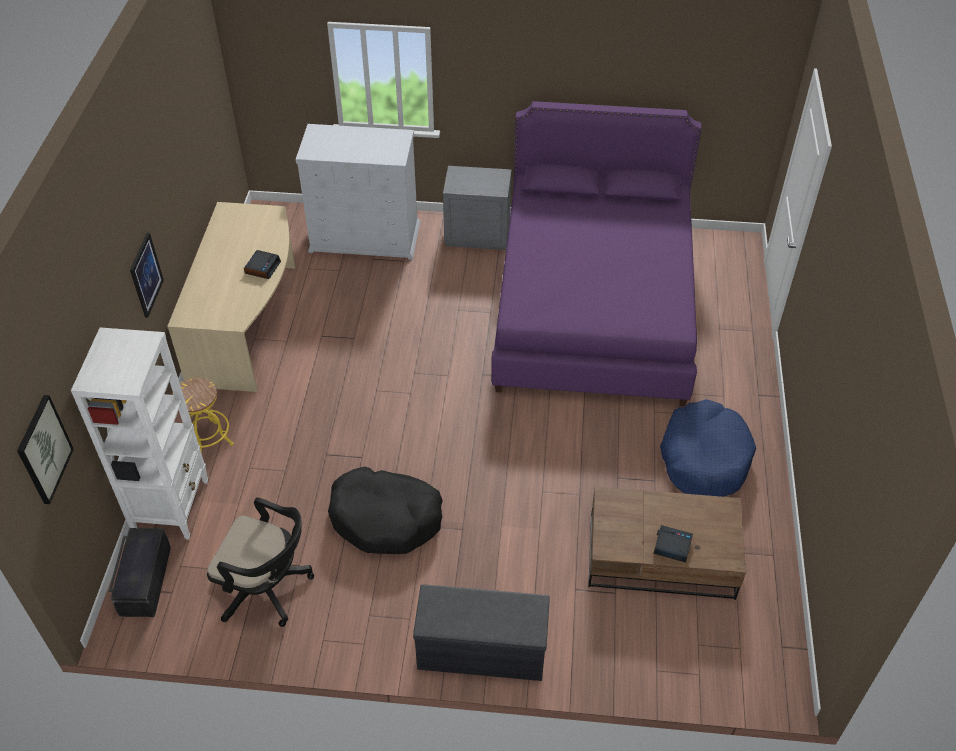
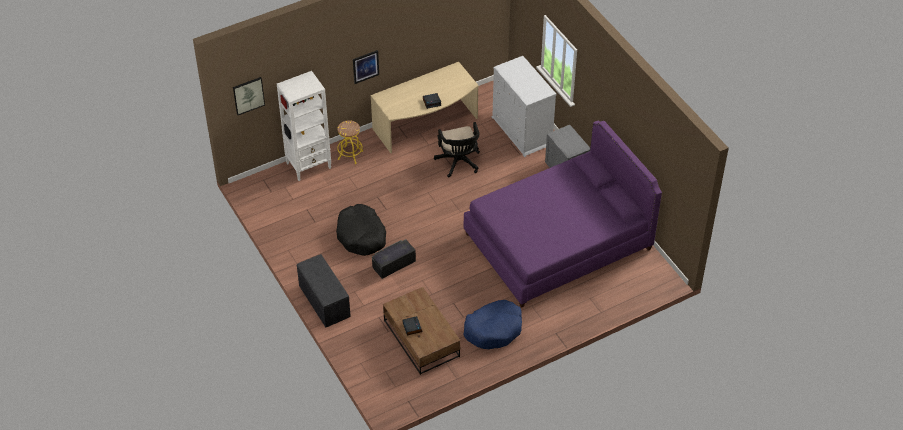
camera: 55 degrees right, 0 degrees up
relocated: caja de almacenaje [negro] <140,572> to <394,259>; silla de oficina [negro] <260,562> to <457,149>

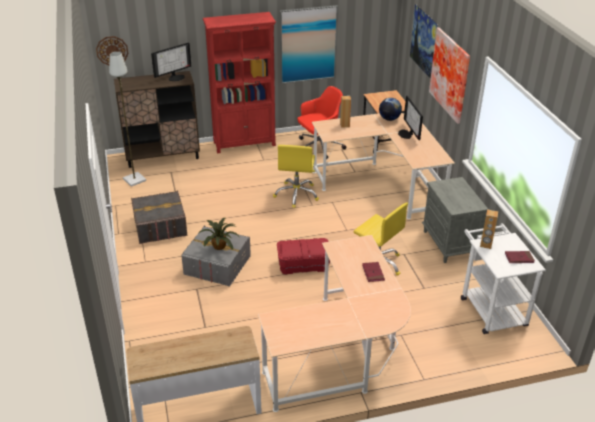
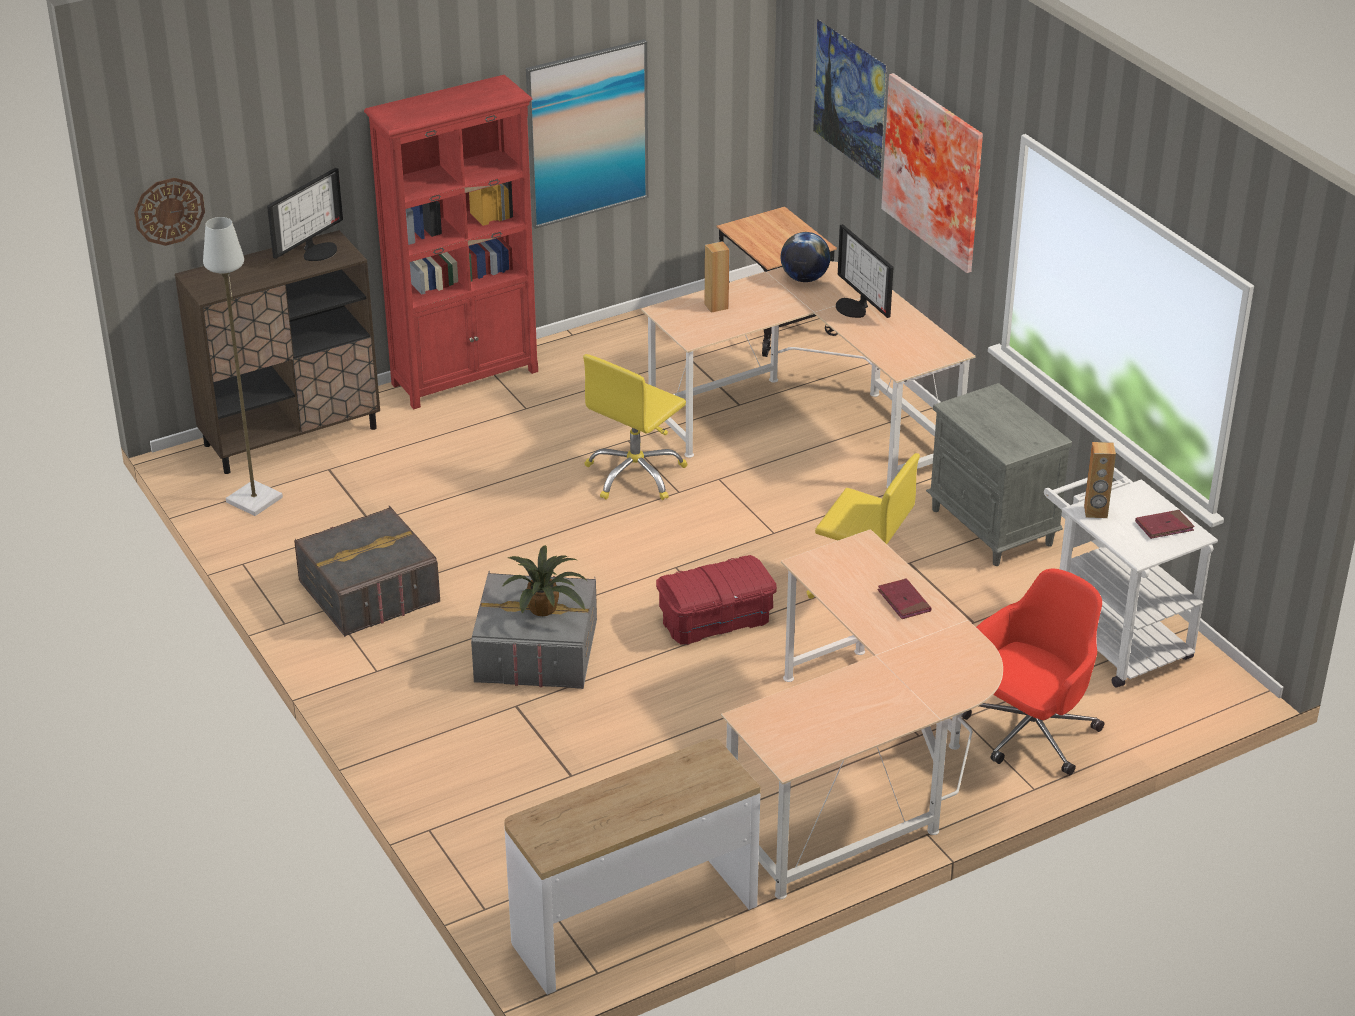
camera: 15 degrees left, 0 degrees up
relocated: silla de oficina [rojo] <321,122> to <1033,671>
spun: silla de oficina [amarillo] <296,176> = <635,427> 45 degrees clockwise

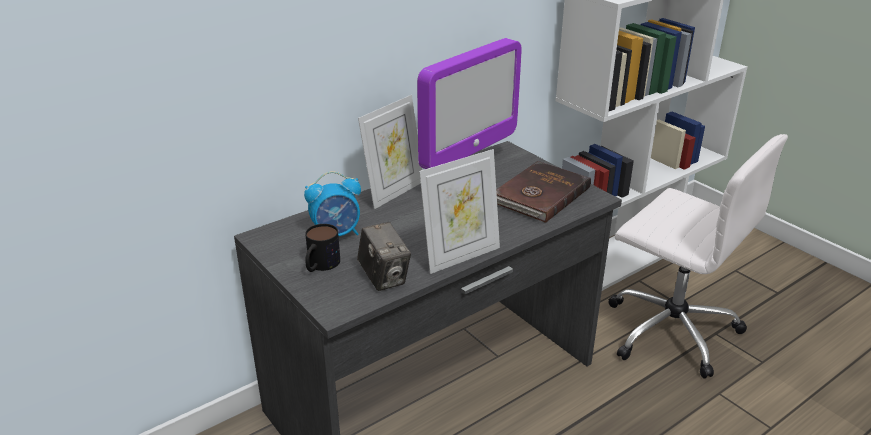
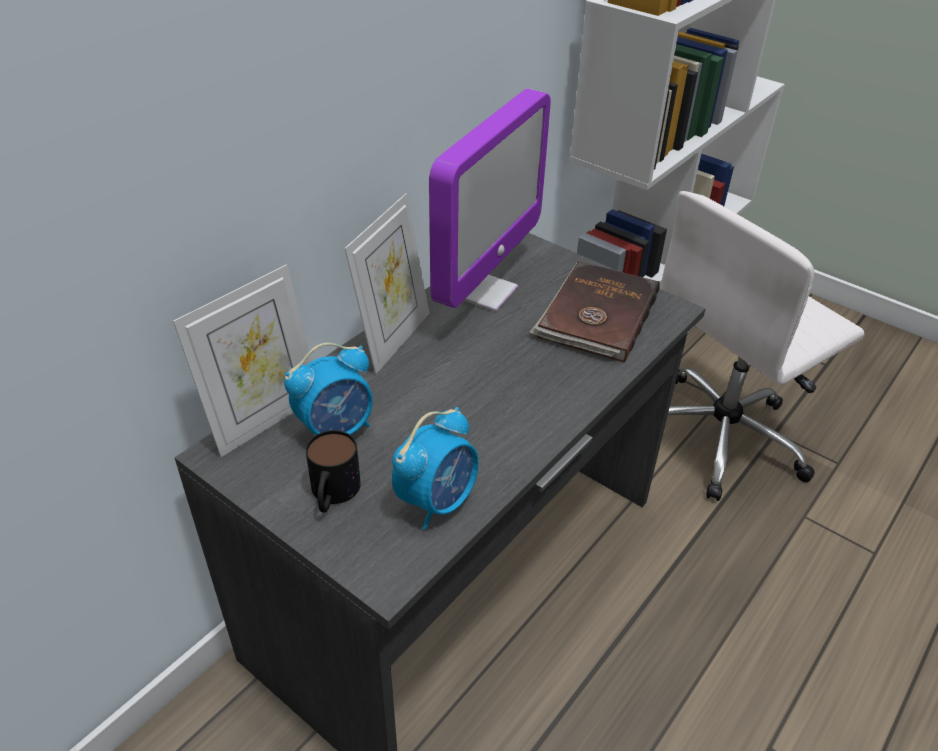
camera: 15 degrees left, 10 degrees up
relocated: portarretratos <459,211> to <242,360>
exchanged: cámara <384,256> to despertador <435,468>
spun: silla de oficina [blanco] <698,256> = <762,346> 120 degrees clockwise

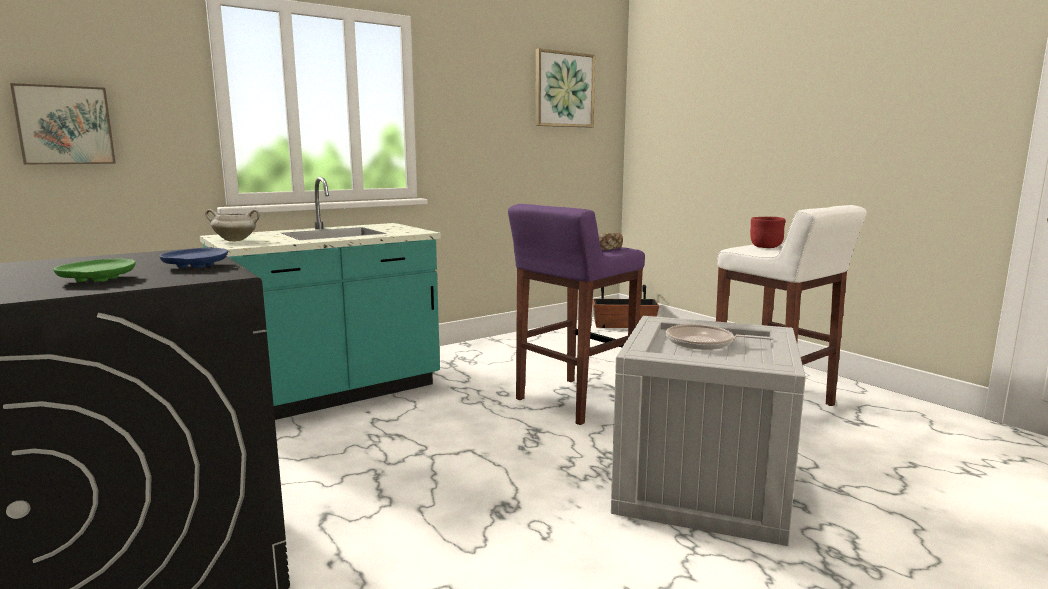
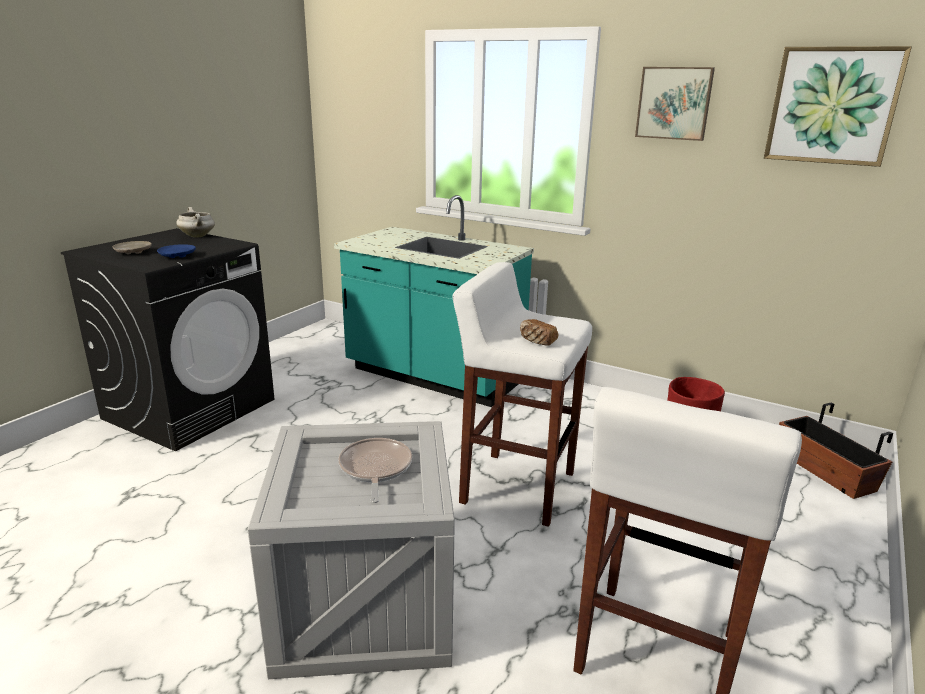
camera: 65 degrees right, 10 degrees up
relocated: olla [blanco] <232,225> to <195,222>; cuadro <63,123> to <675,104>
colour: plato [verde] <94,270> to plato [beis] <132,247>; taburete [morado] <576,314> to taburete [blanco] <522,394>

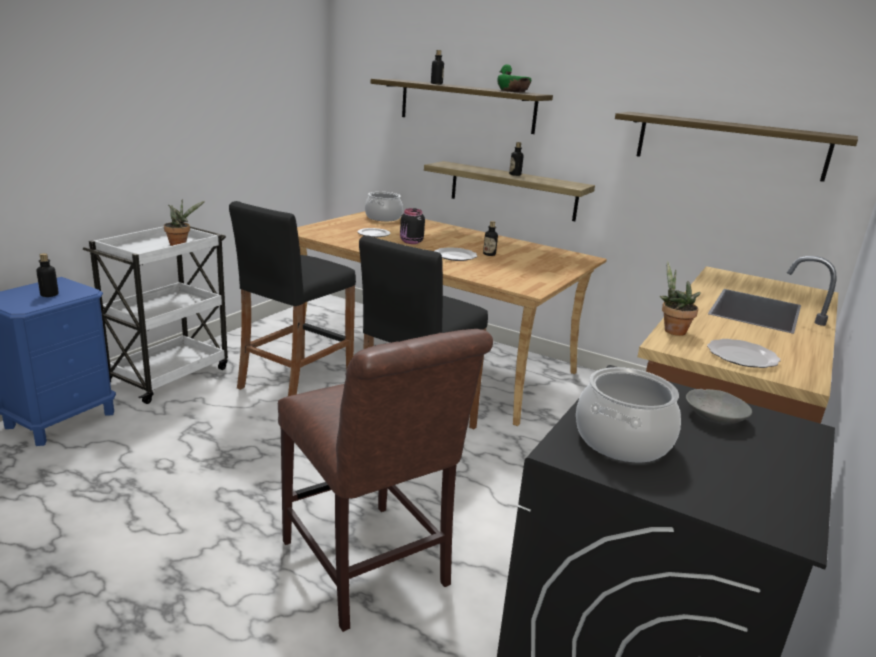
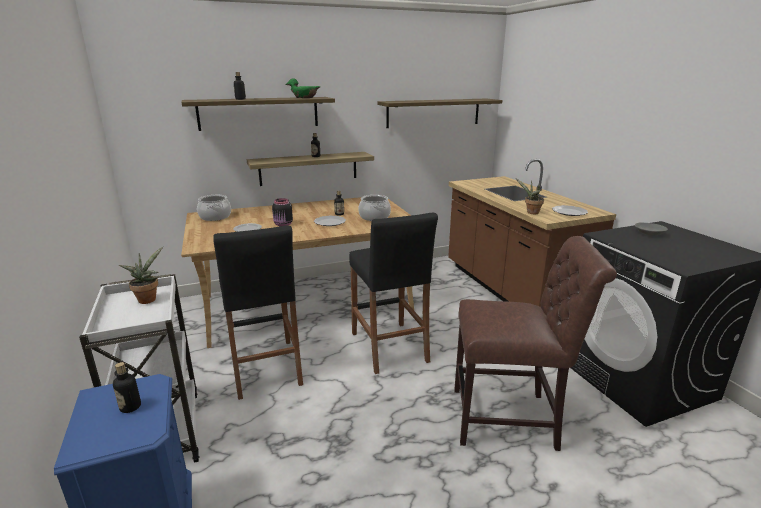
camera: 50 degrees left, 0 degrees up
relocated: olla <628,414> to <374,208>

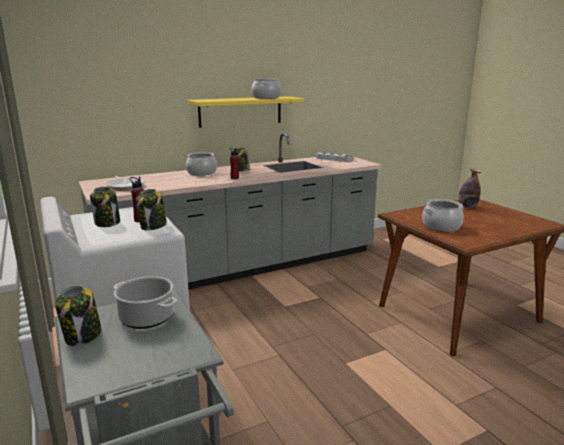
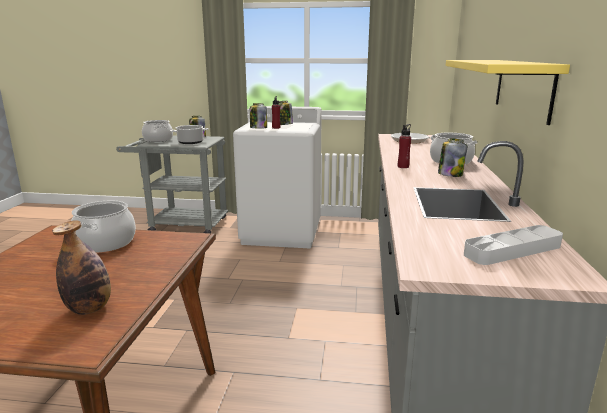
camera: 125 degrees right, 0 degrees up
relocated: olla <266,89> to <157,131>

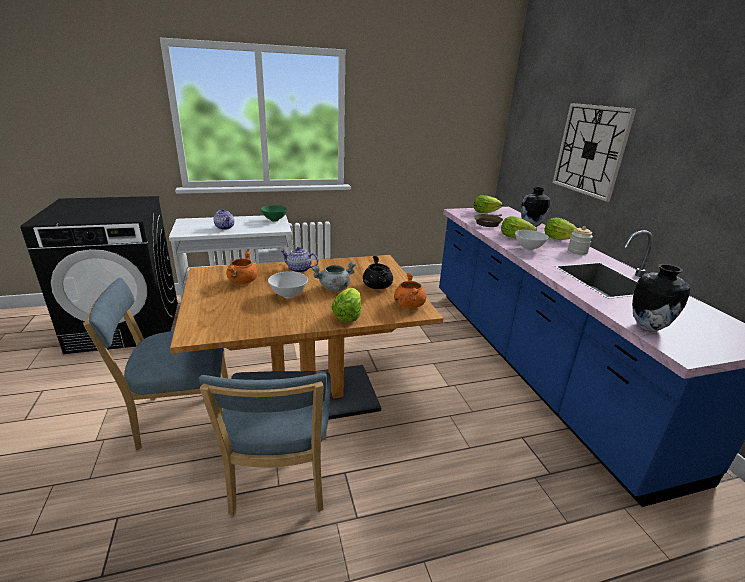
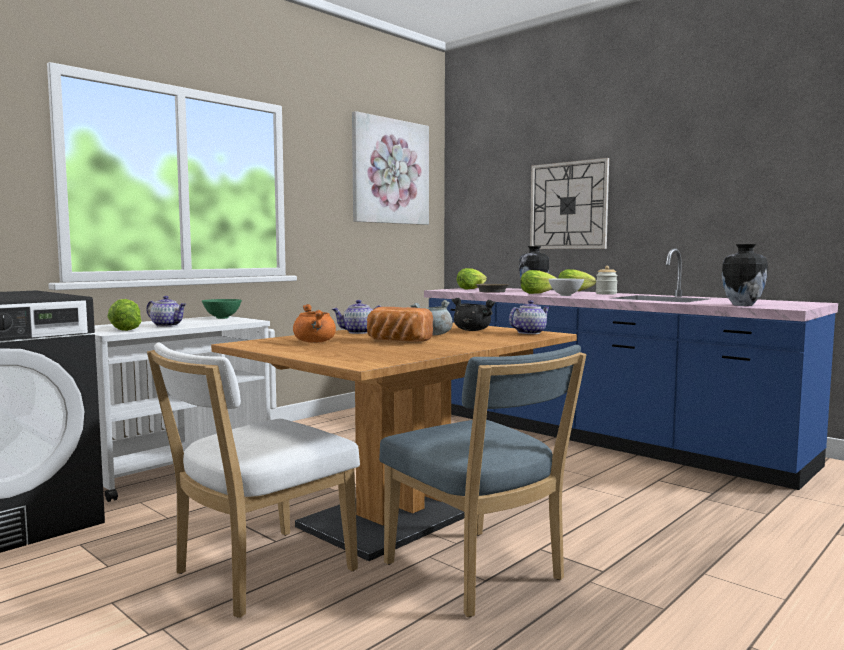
camera: 30 degrees left, 20 degrees down
appeared: cuadro <390,168>
relocated: lechuga <346,305> to <124,315>
exchanged: cuenco [blanco] <288,284> to pan <400,324>; olla [naranja] <410,290> to tetera <529,317>
colour: silla [azul] <156,364> to silla [blanco] <253,480>

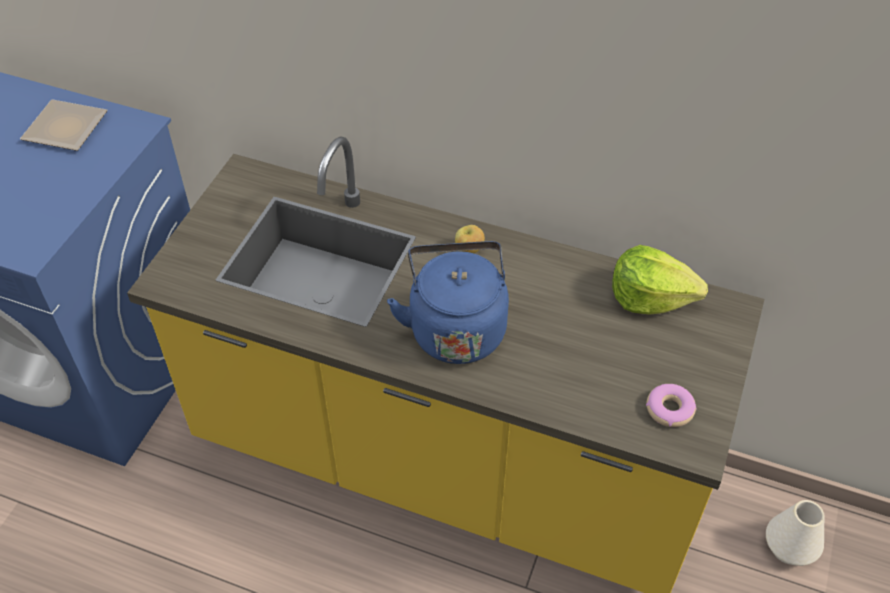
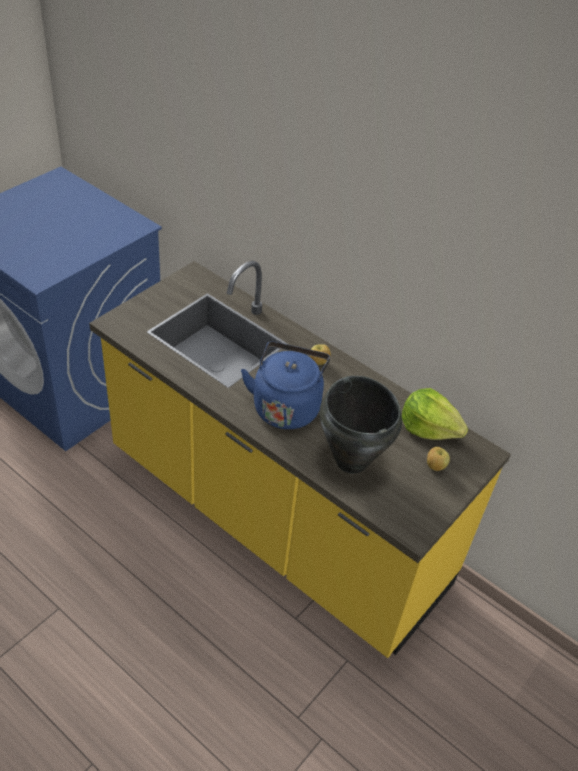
camera: 15 degrees right, 5 degrees down
missing: plato <63,125>; rosquilla <671,405>; florero [blanco] <795,533>
appeared: olla [negro] <361,425>; manzana <438,459>

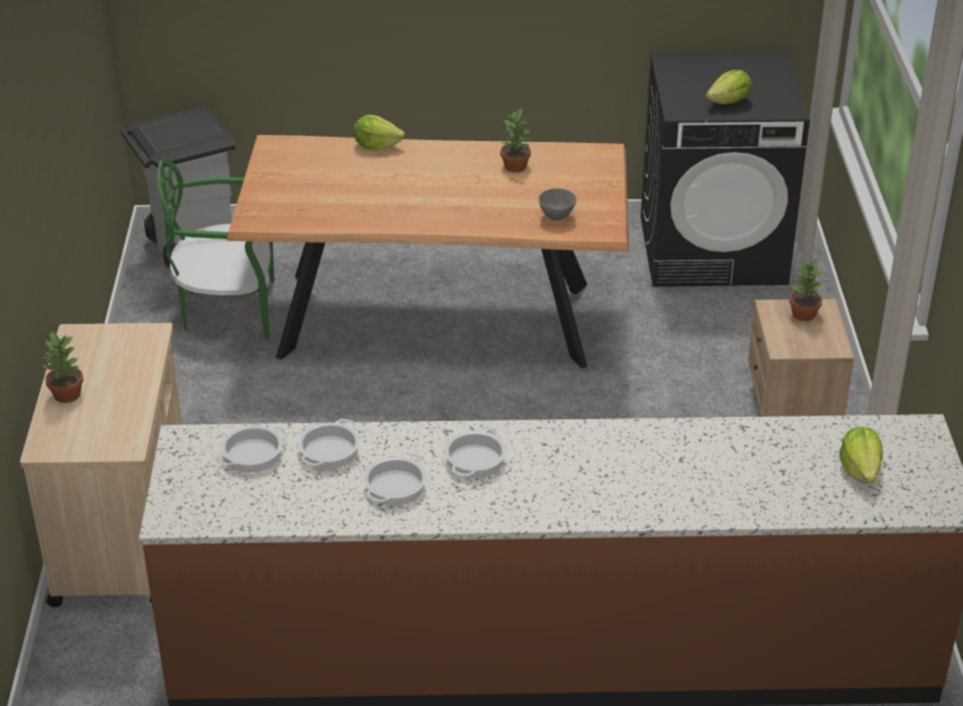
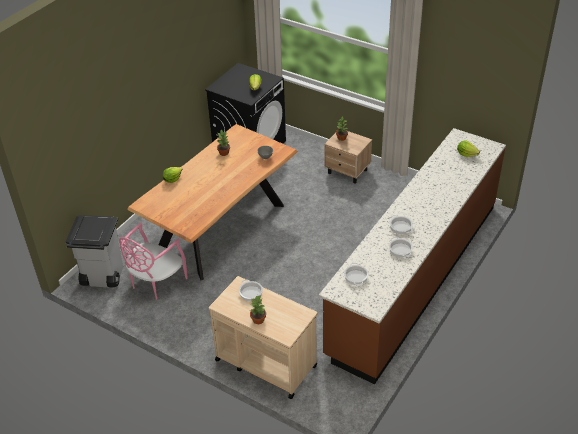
camera: 55 degrees left, 5 degrees up
relocated: olla <329,444> to <251,290>
colour: silla [verde] <215,249> to silla [rosa] <153,261>

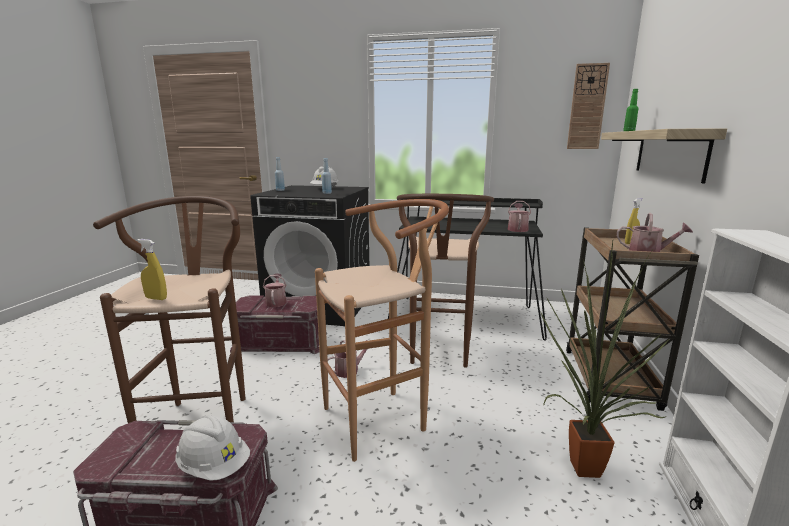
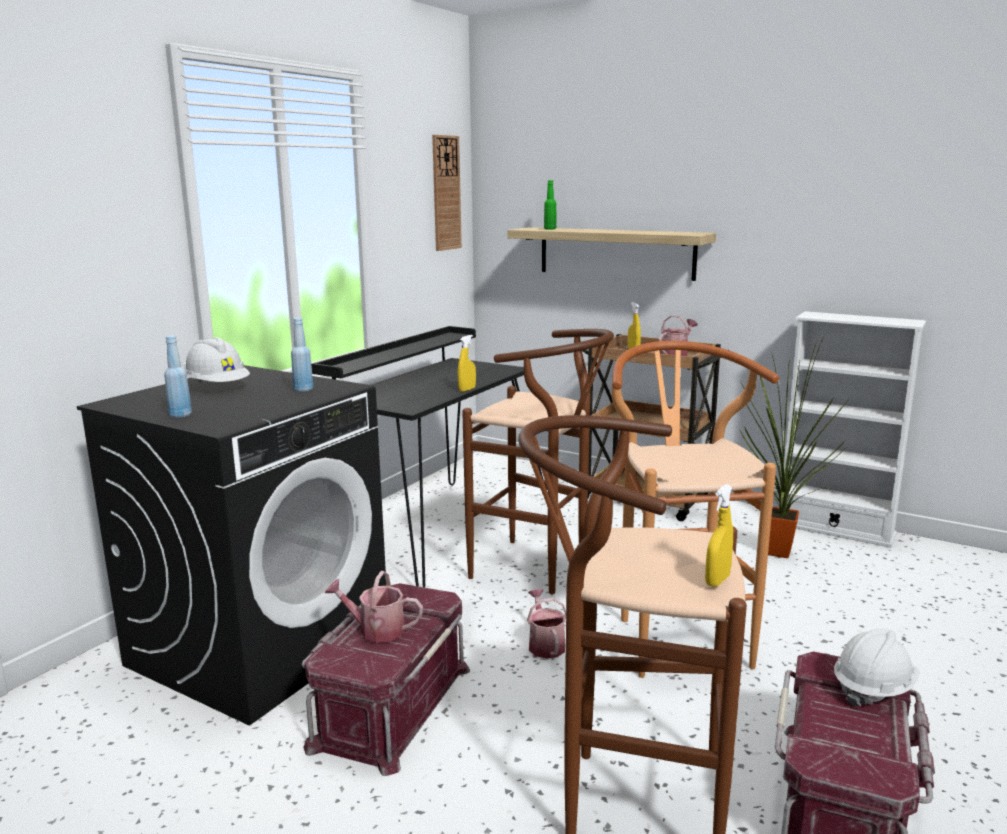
camera: 70 degrees left, 0 degrees up
missing: regadera <519,216>
appeared: pulverizador [amarillo] <467,363>

